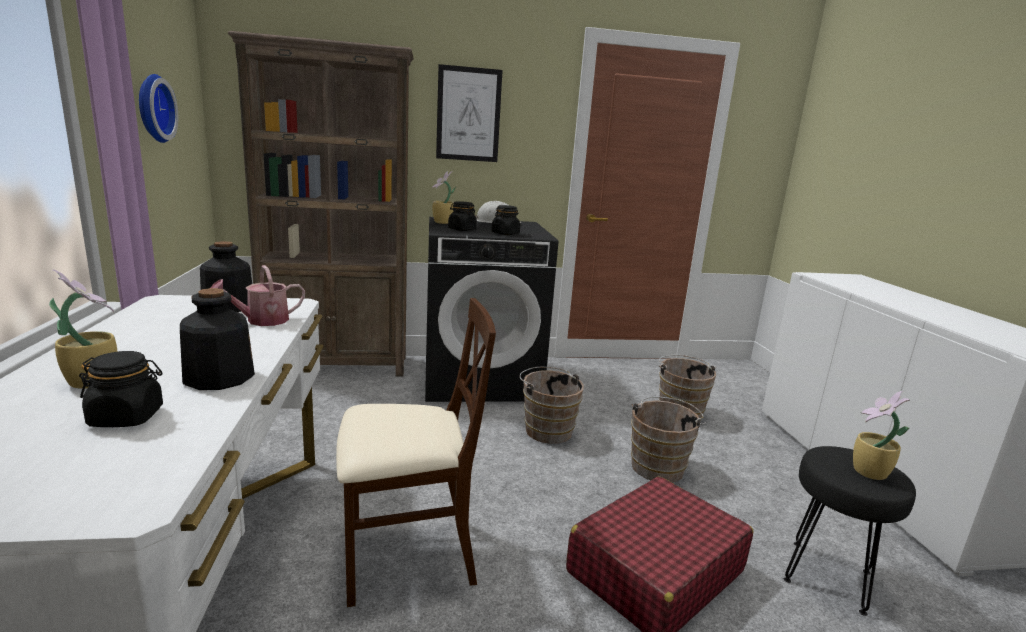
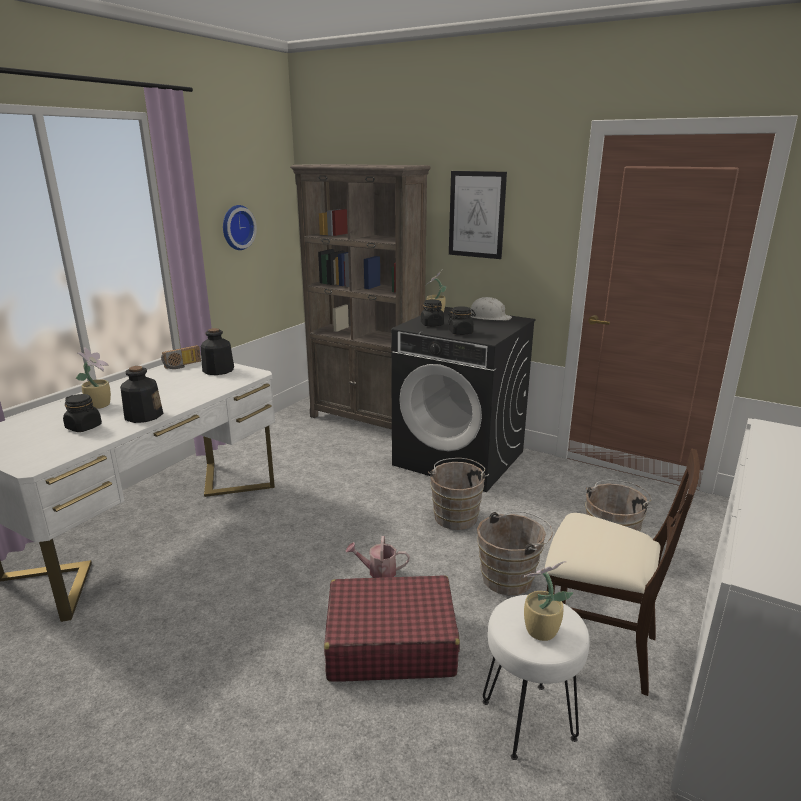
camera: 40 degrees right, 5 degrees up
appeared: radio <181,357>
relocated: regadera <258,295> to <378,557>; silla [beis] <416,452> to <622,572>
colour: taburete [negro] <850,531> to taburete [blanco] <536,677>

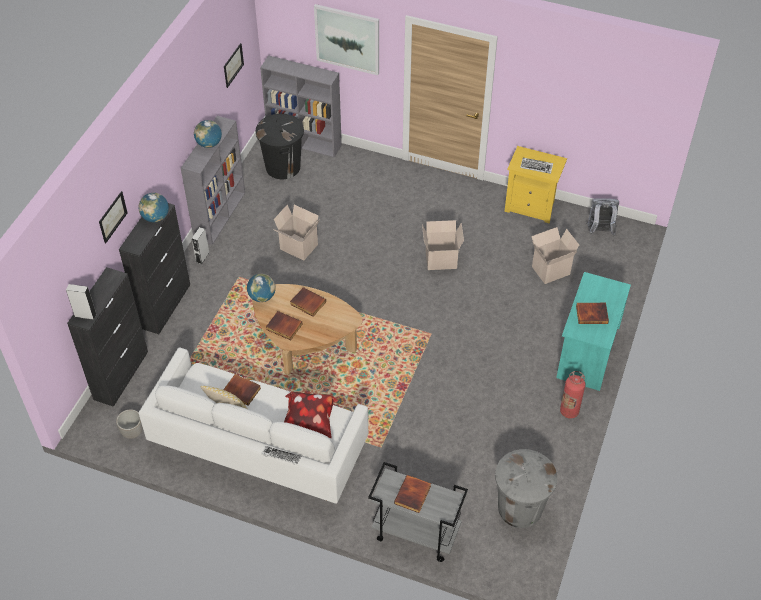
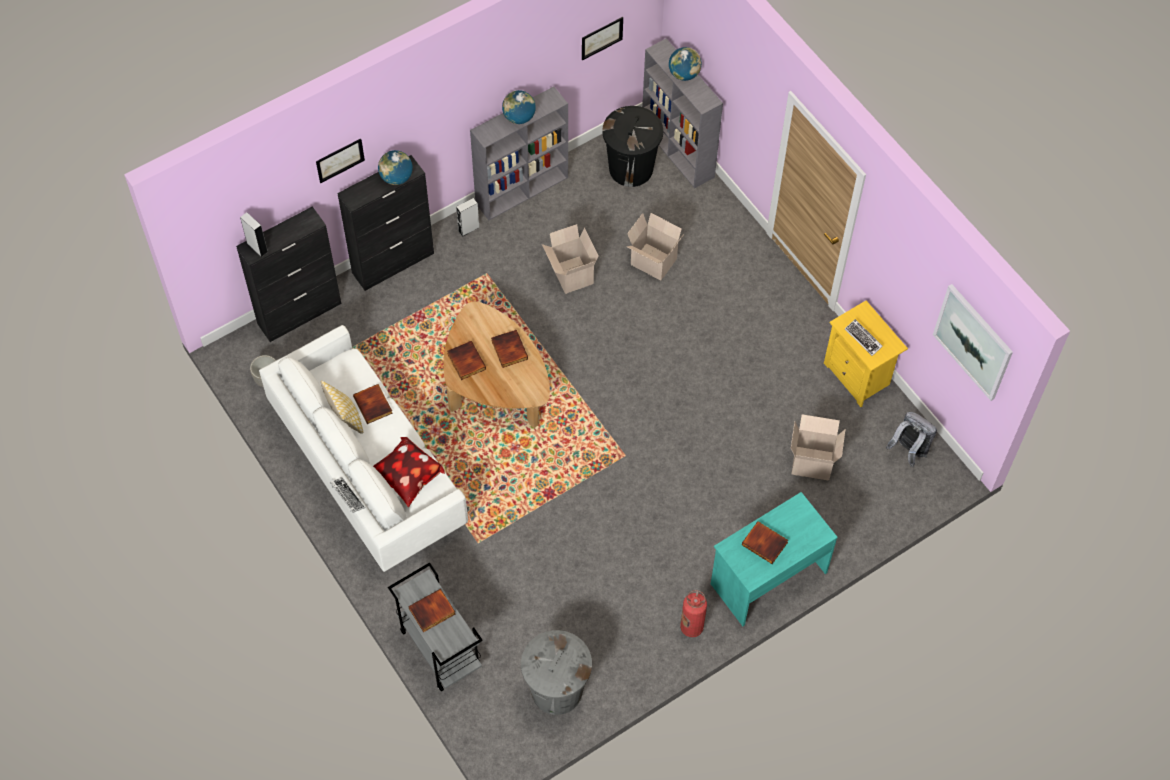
camera: 35 degrees right, 10 degrees up
relocated: caja de cartón <443,245> to <655,247>; globo terráqueo <261,288> to <685,64>; cuadro <346,39> to <973,342>

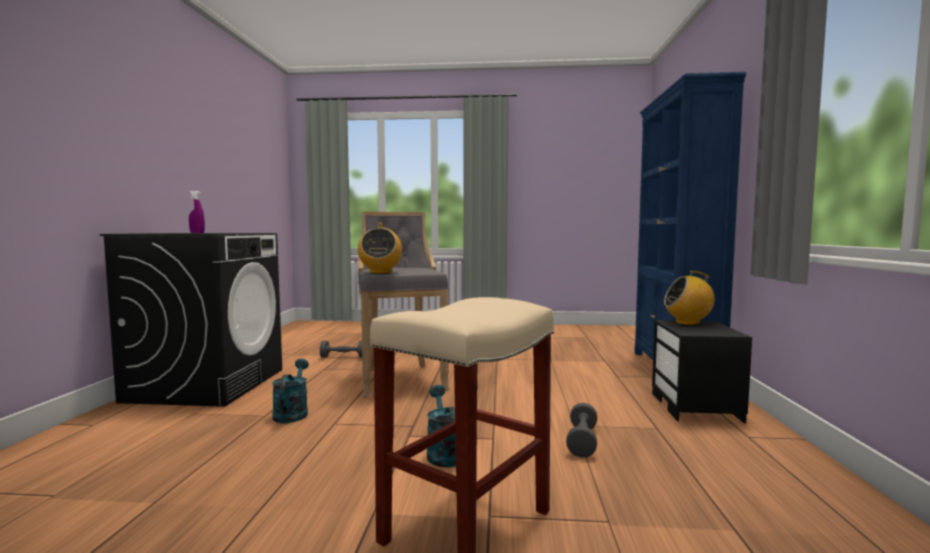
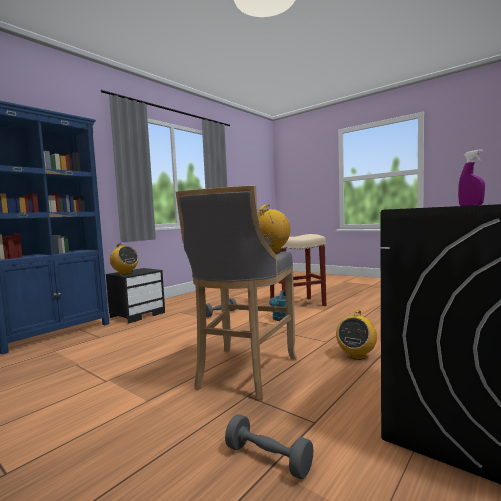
camera: 145 degrees left, 0 degrees up
exchanged: regadera [turquesa] <290,391> to radio <356,335>

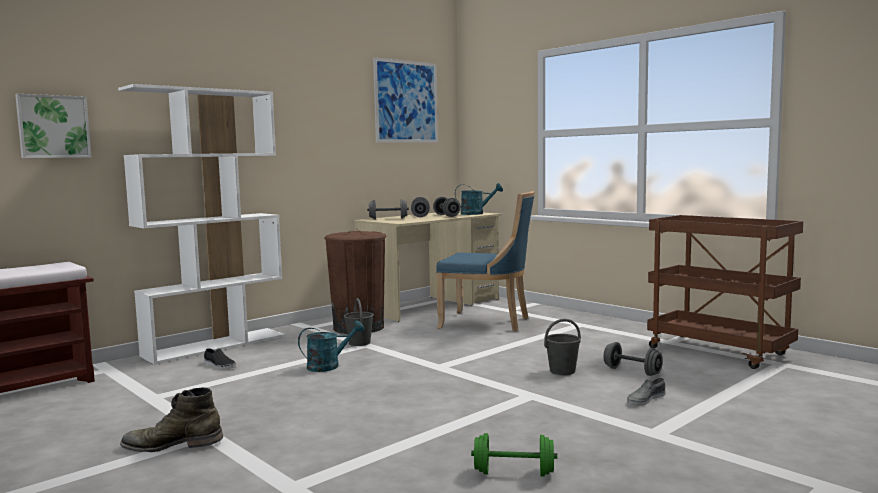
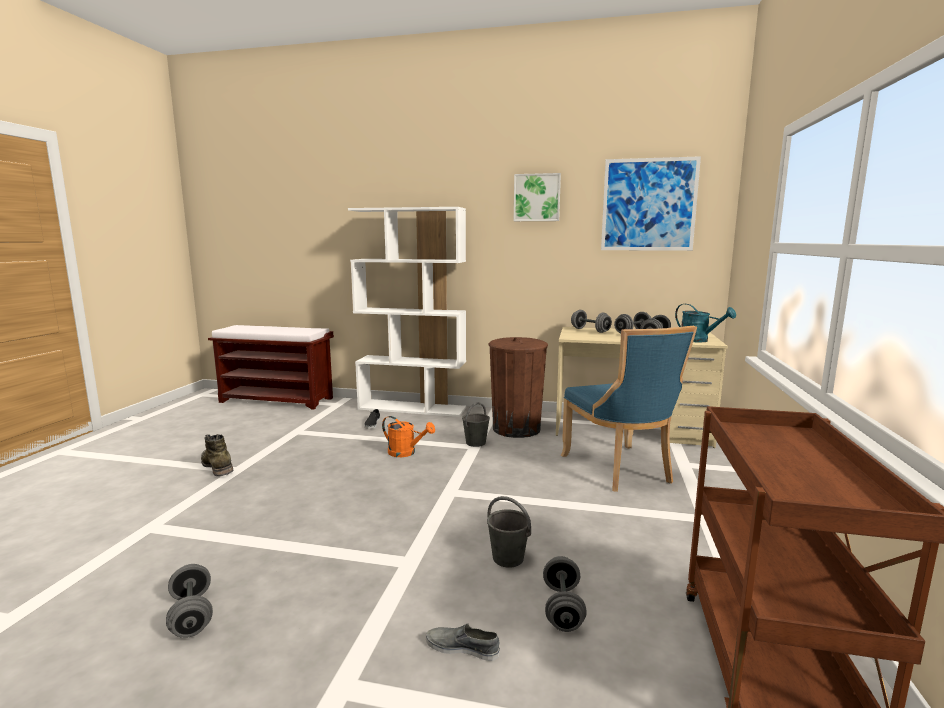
camera: 55 degrees right, 5 degrees up
relocated: cuadro <53,126> to <537,197>
colour: mancuerna [verde] <514,455> to mancuerna [gris] <189,601>; regadera [turquesa] <331,346> to regadera [naranja] <408,436>

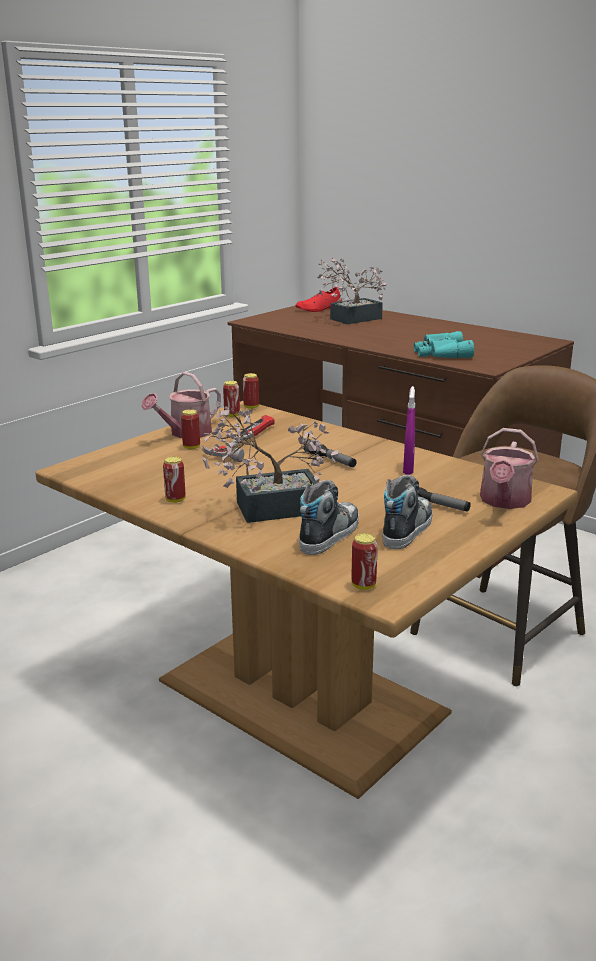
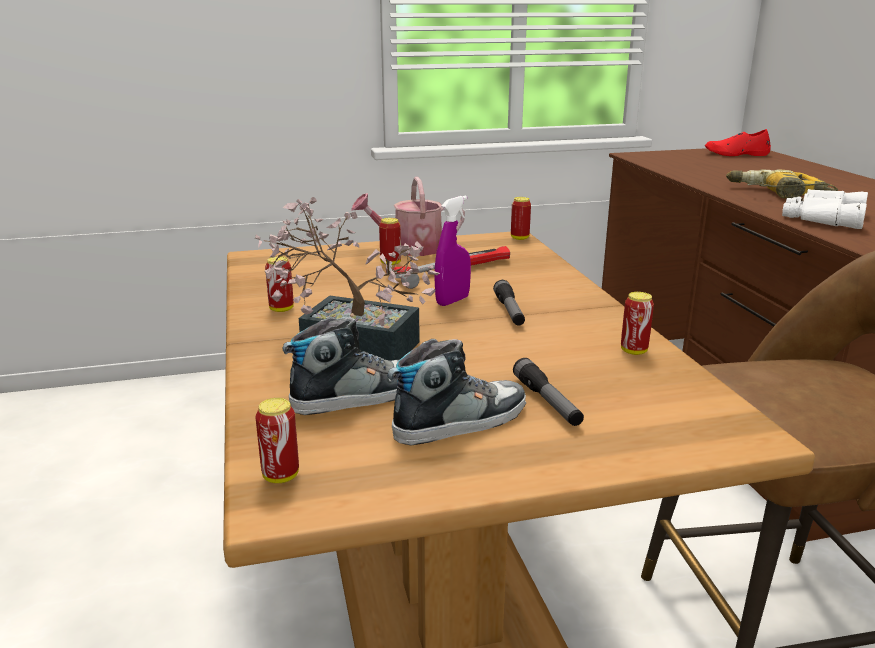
camera: 35 degrees right, 0 degrees up
missing: planta en maceta <351,291>; regadera <509,468>
appeared: taladro <782,184>
relocated: pulverizador [morado] <409,430> to <452,251>; lata <231,399> to <637,323>
colour: prismáticos [turquesa] <444,344> to prismáticos [blanco] <825,209>

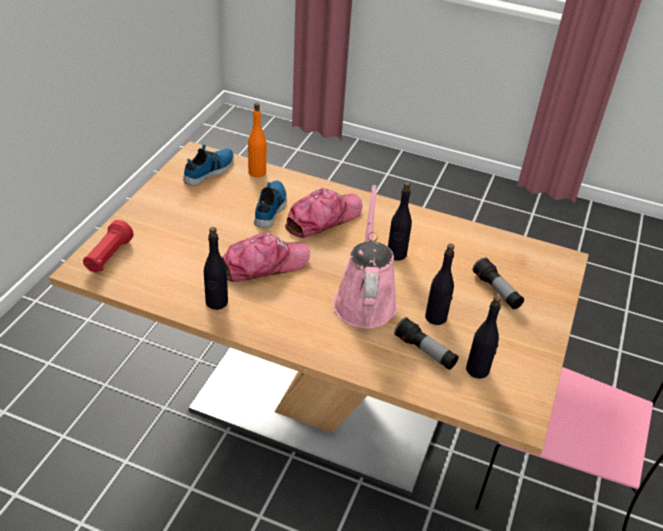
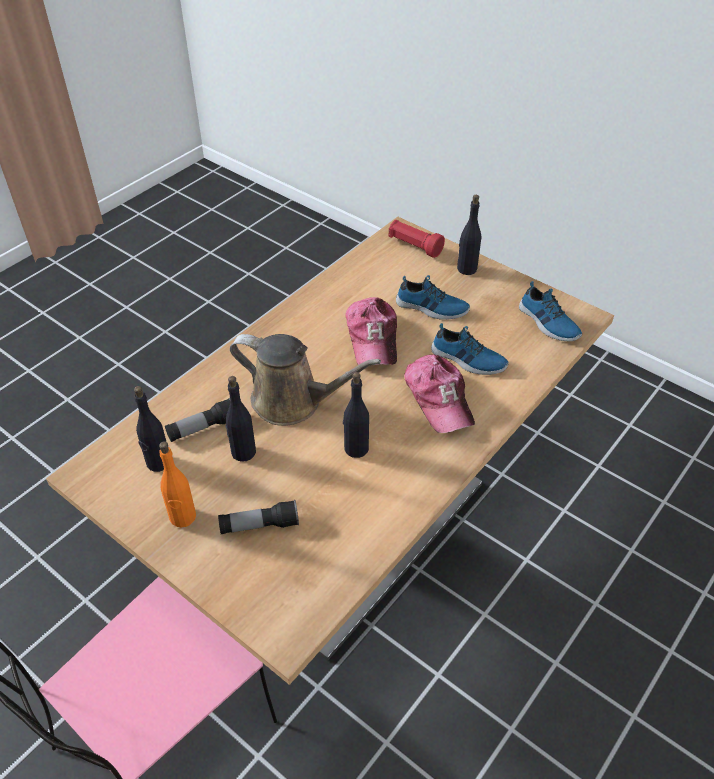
camera: 110 degrees right, 5 degrees up
appeared: zapato <433,297>
relocated: botella [naranja] <257,140> to <177,484>; botella [negro] <216,268> to <469,235>
colour: regadera [rosa] <365,257> to regadera [marrón] <305,380>

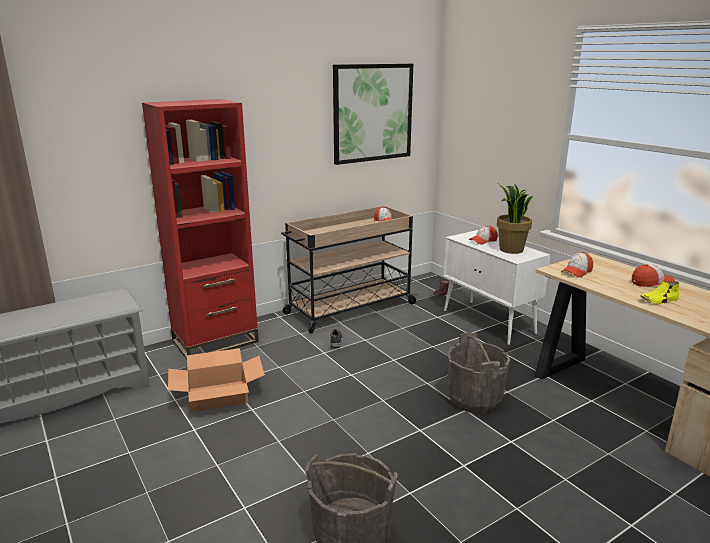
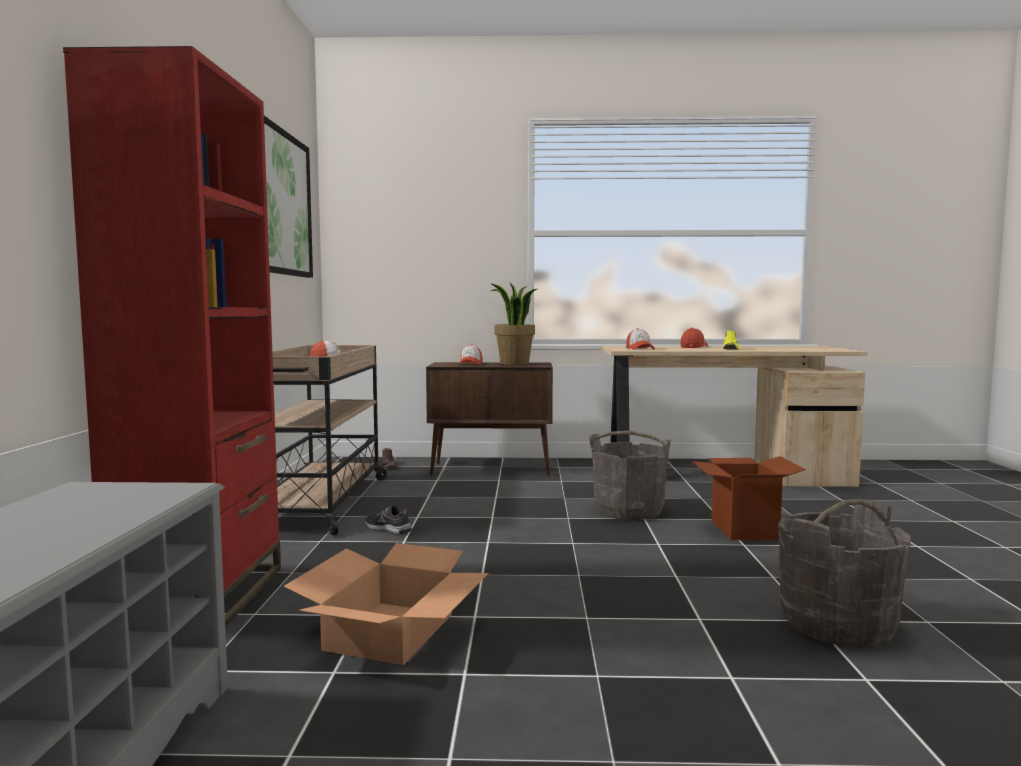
camera: 55 degrees left, 15 degrees down
appeared: caja de cartón <748,498>
colour: armario [blanco] <496,287> to armario [marrón] <489,419>

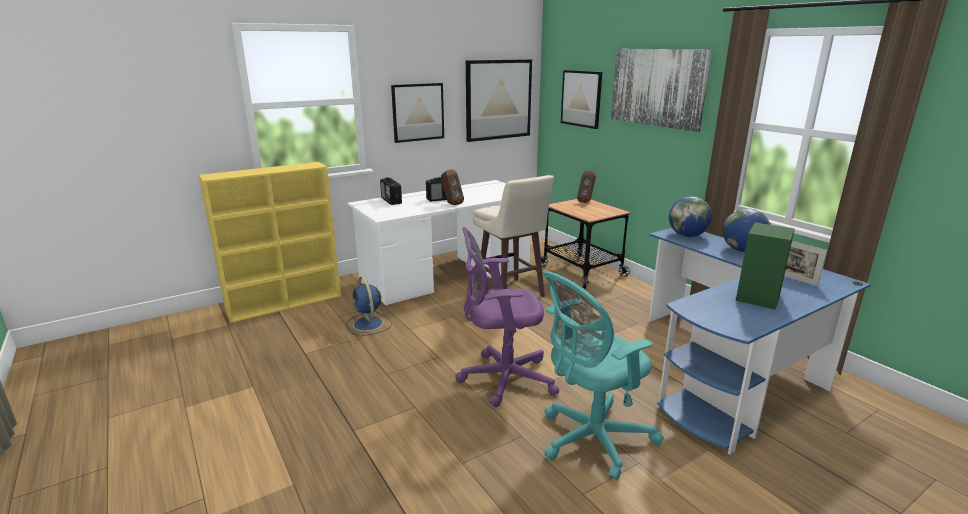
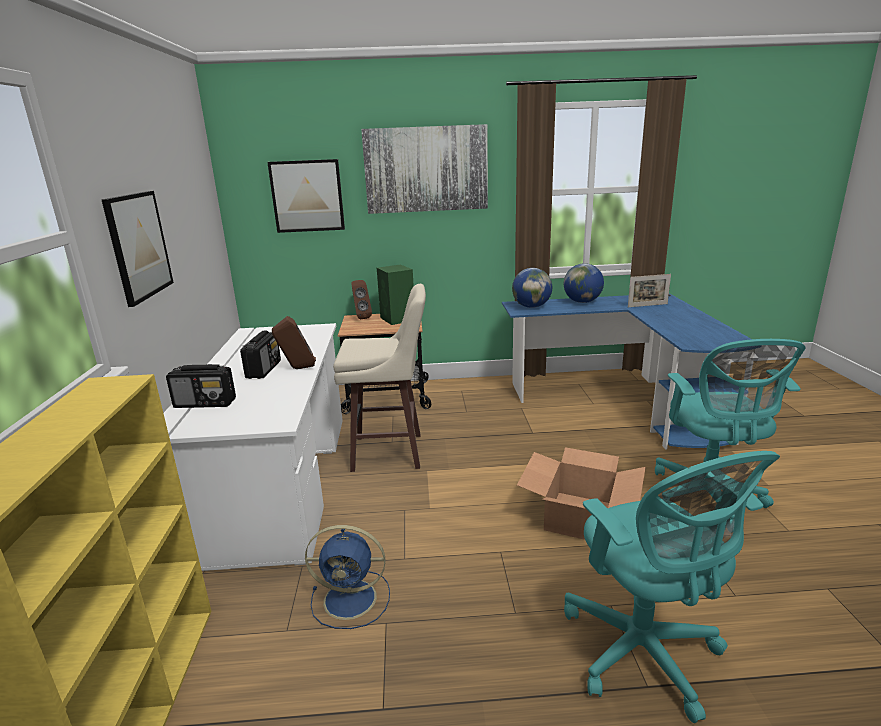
camera: 60 degrees left, 0 degrees up
missing: cuadro <499,100>
appeared: silla de oficina [turquesa] <672,587>
relocated: altavoz [verde] <765,265> to <395,294>
exchanged: silla de oficina [morado] <507,317> to caja de cartón <581,493>

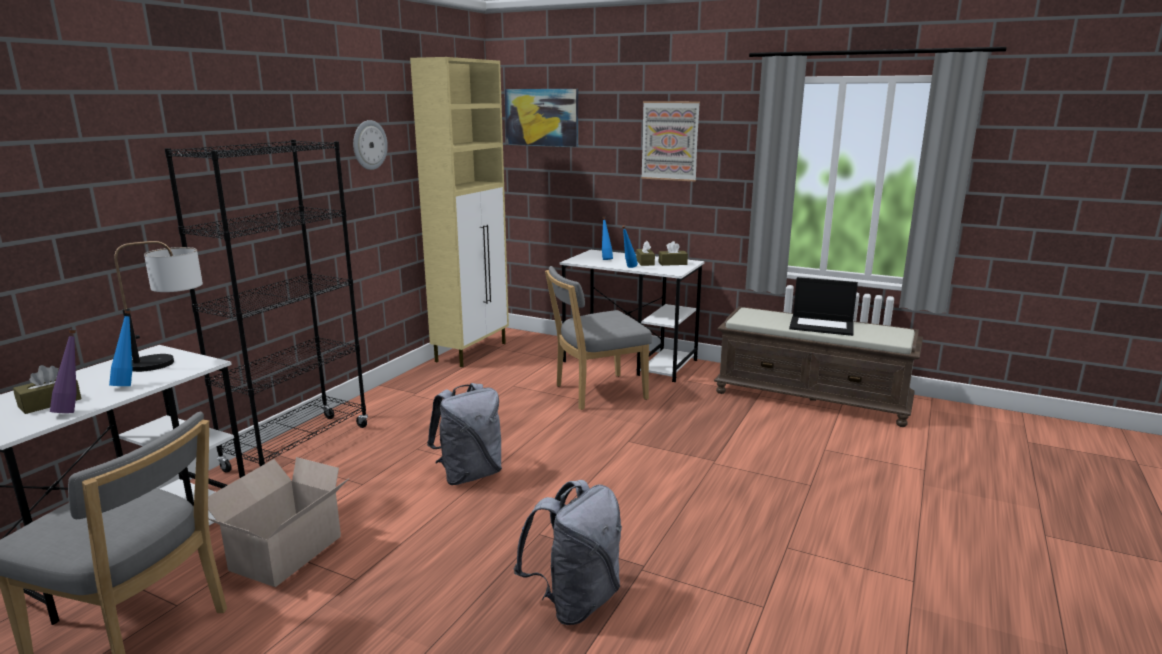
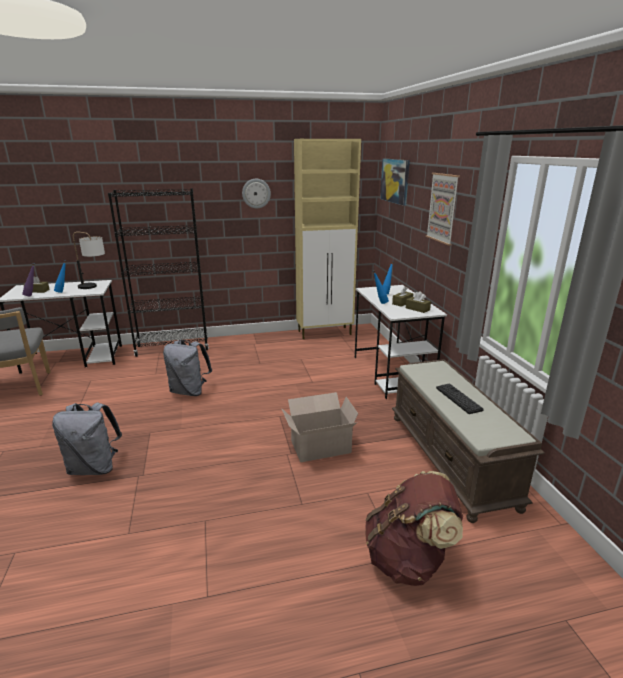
camera: 50 degrees right, 5 degrees up
missing: silla [gris] <598,338>
appeared: mochila [marrón] <414,528>
relocated: caja de cartón <278,522> to <319,427>
exchanged: portátil <823,306> to teclado <460,399>

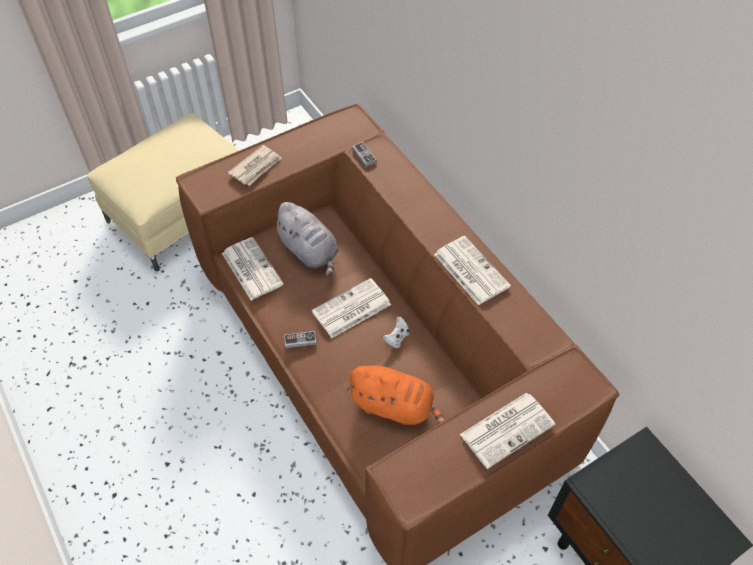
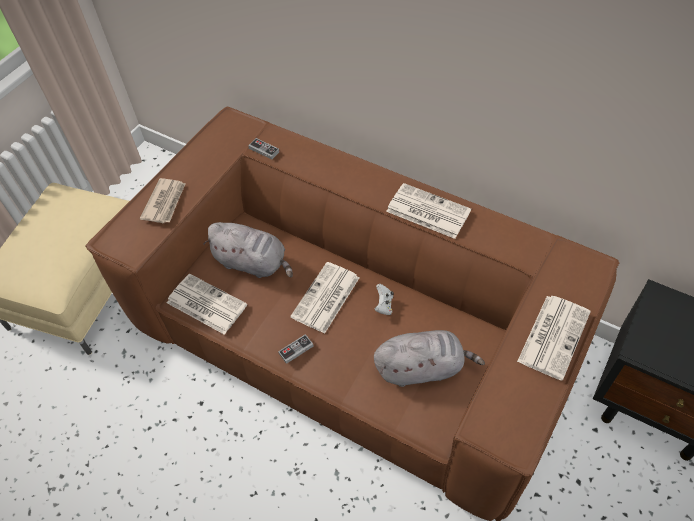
camera: 25 degrees left, 0 degrees up
colour: peluche [naranja] <396,395> to peluche [gris] <429,358>

